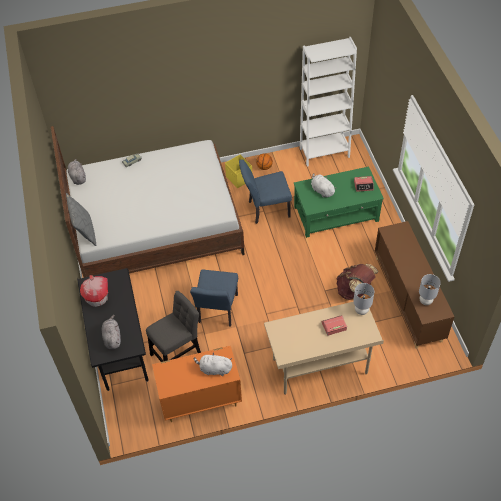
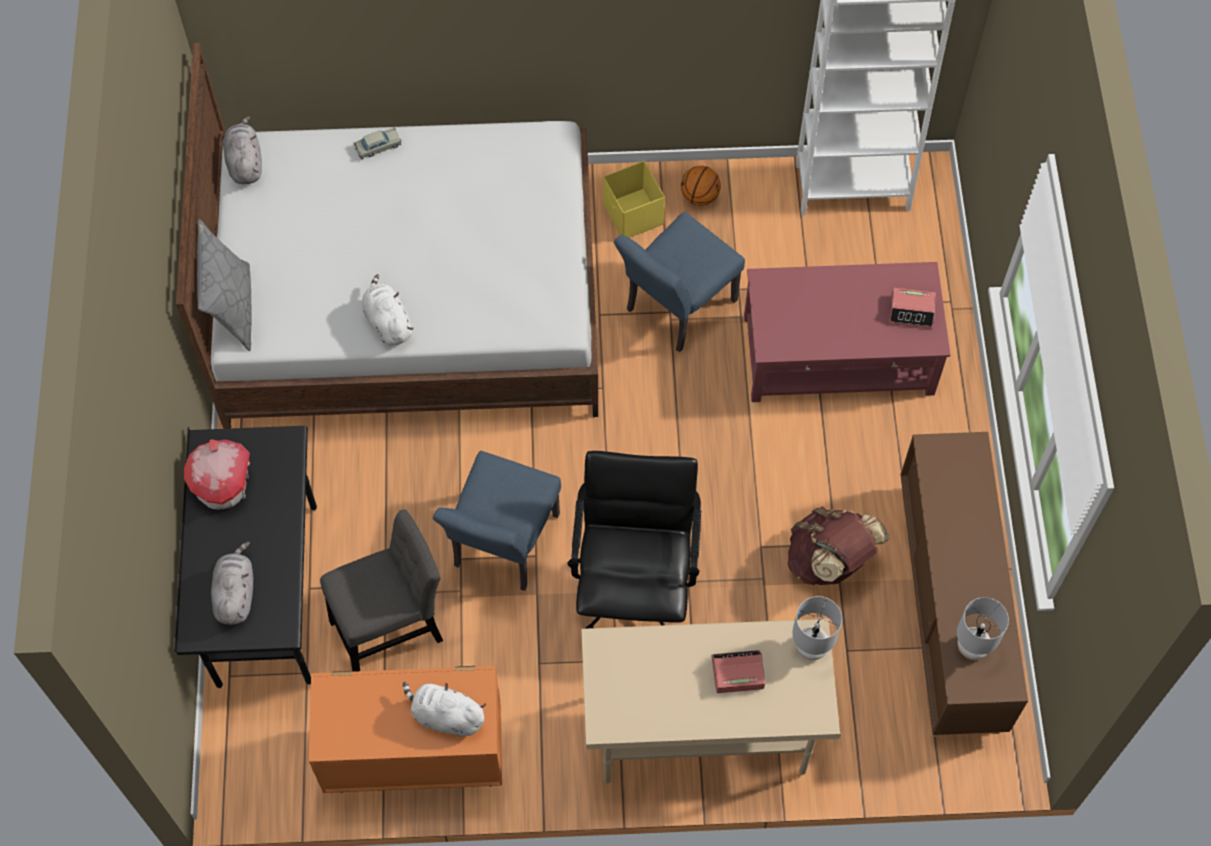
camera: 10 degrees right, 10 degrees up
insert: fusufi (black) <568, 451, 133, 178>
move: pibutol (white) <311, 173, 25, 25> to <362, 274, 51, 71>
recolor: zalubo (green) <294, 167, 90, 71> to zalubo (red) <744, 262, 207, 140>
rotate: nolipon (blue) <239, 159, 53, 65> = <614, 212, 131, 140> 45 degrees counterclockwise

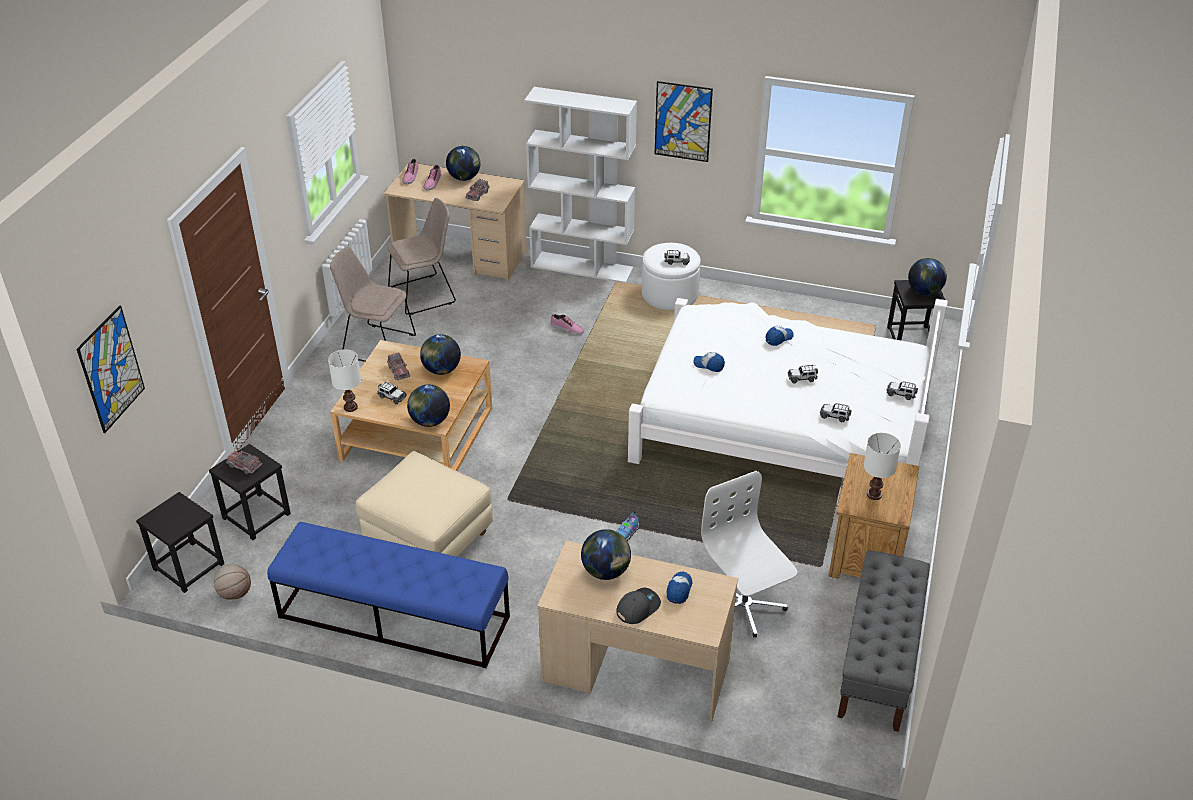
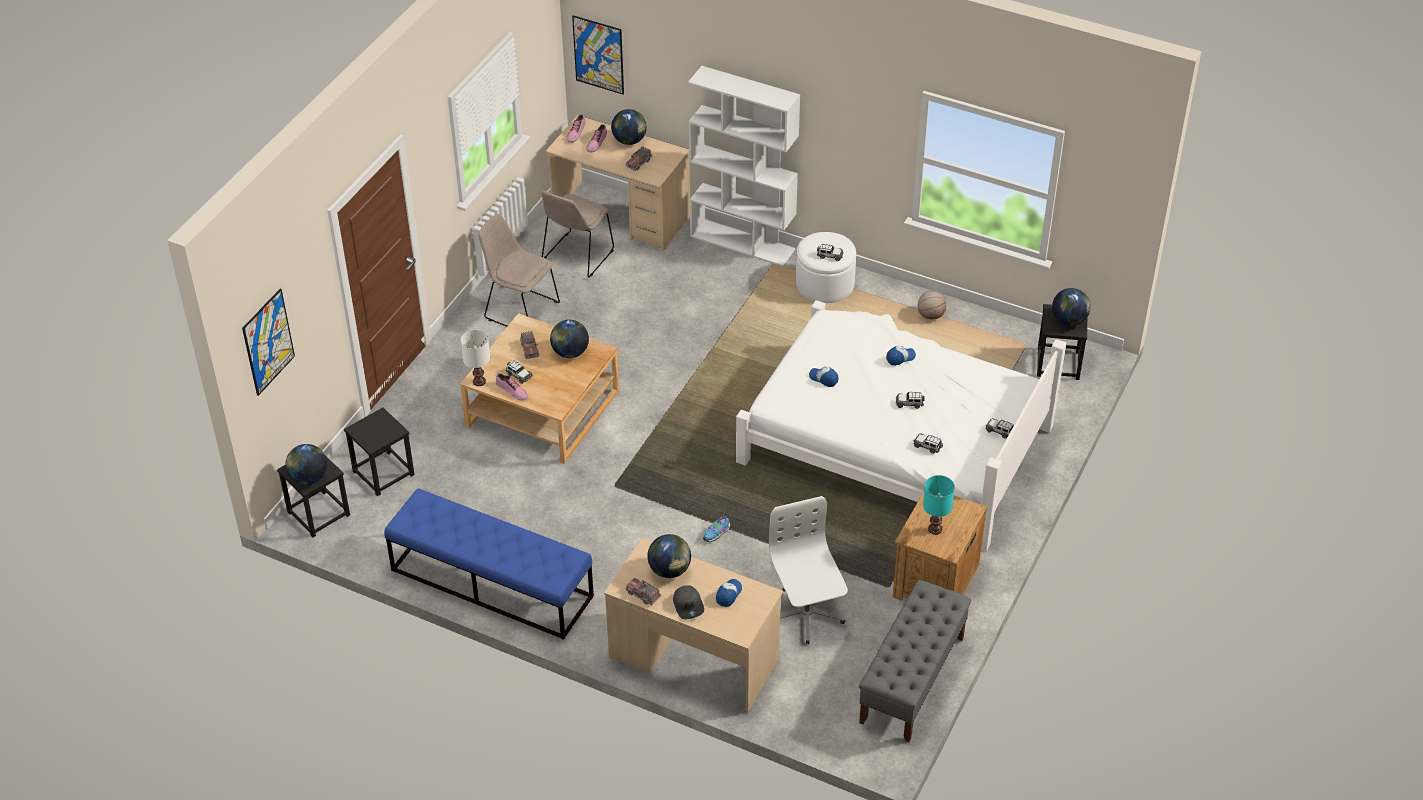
camera: 10 degrees right, 5 degrees up
delete: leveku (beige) <356, 451, 137, 106>
move: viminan <655, 81, 58, 81> to <572, 15, 52, 80>; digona <551, 314, 33, 21> to <496, 373, 32, 27>; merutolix <407, 384, 43, 43> to <285, 444, 42, 41>; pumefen <226, 451, 36, 23> to <626, 578, 35, 27>; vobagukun <213, 564, 38, 36> to <918, 291, 28, 28>
recolor: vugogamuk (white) <863, 433, 38, 67> to vugogamuk (turquoise) <923, 475, 32, 60>
rotate: nolipon (beige) <388, 198, 68, 117> = <541, 191, 73, 87> 135 degrees clockwise; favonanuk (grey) <616, 588, 45, 36> = <673, 585, 31, 34> 105 degrees clockwise

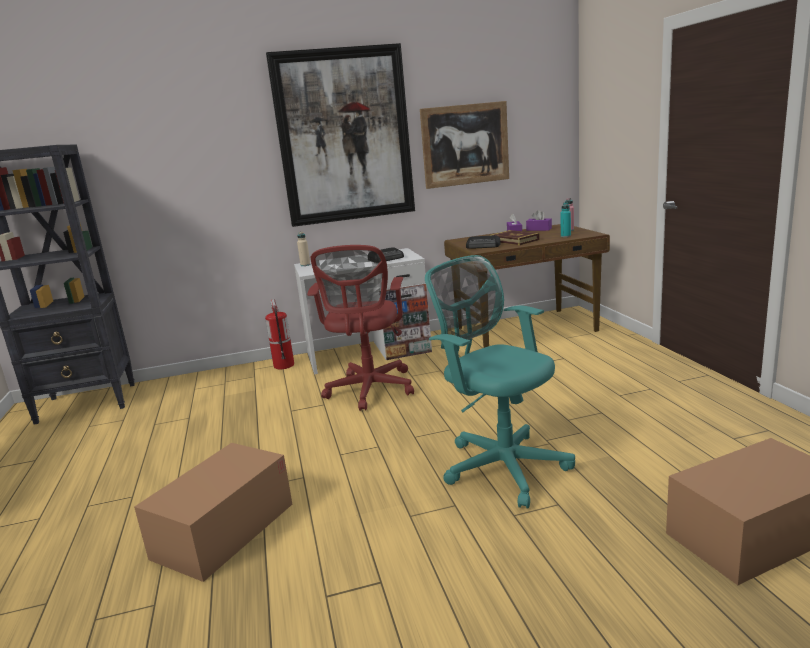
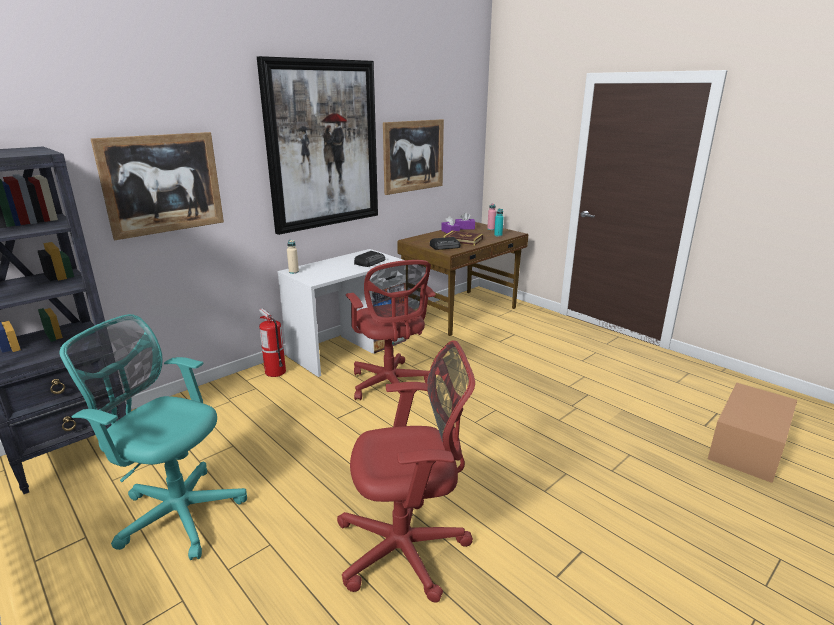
camera: 30 degrees left, 5 degrees up
insert: viminan <90, 132, 134, 108>
move: fusufi (turquoise) <425, 255, 150, 254> to <60, 314, 187, 246>
replace: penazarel <134, 443, 158, 139> to fusufi (red) <337, 340, 138, 263>

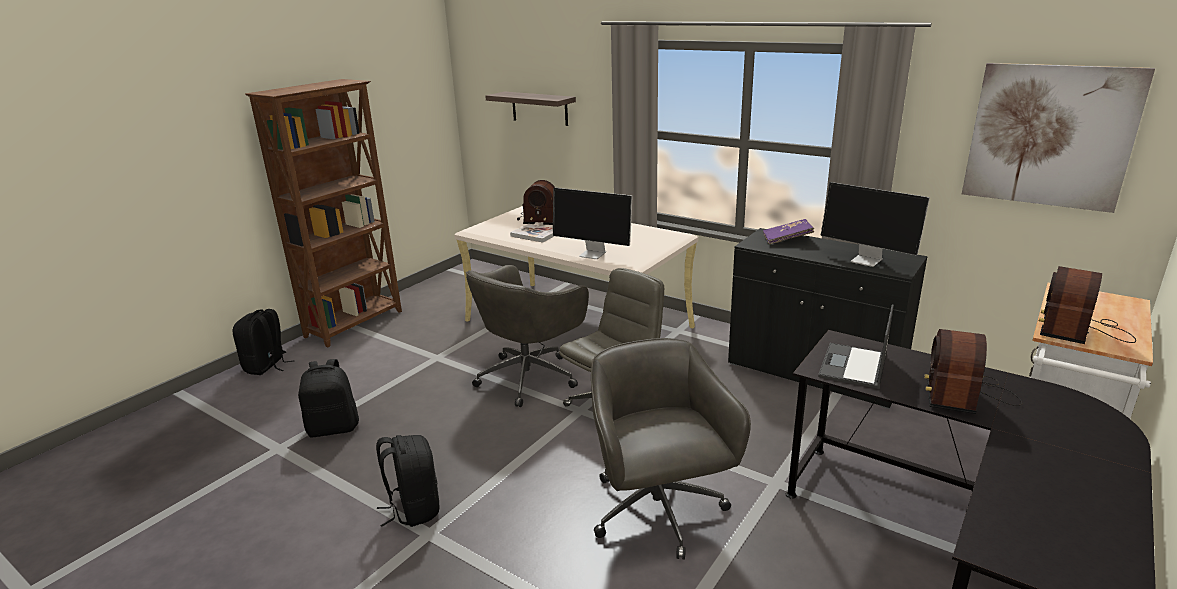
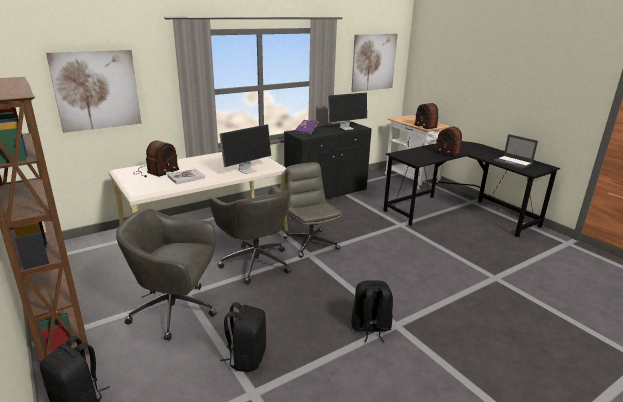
camera: 70 degrees left, 0 degrees up
move: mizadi <818, 304, 76, 85> to <493, 134, 45, 35>; fusufi (grey) <591, 338, 160, 222> to <116, 209, 101, 131>
replace: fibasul <485, 91, 91, 35> to viminan <46, 50, 96, 83>

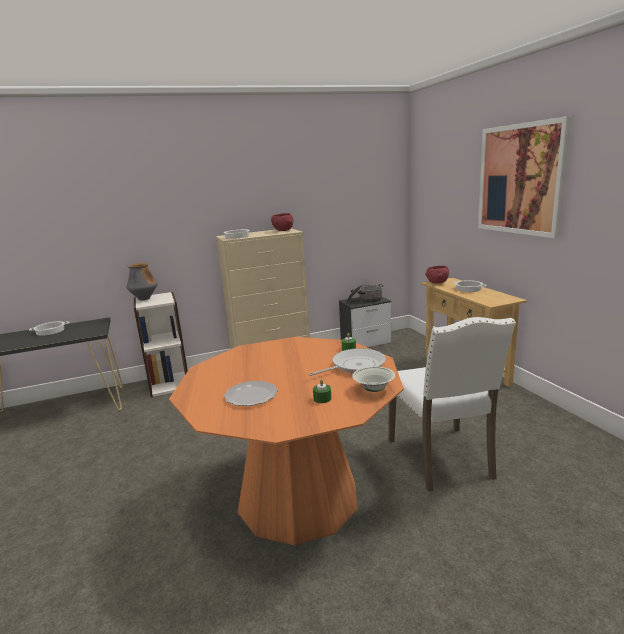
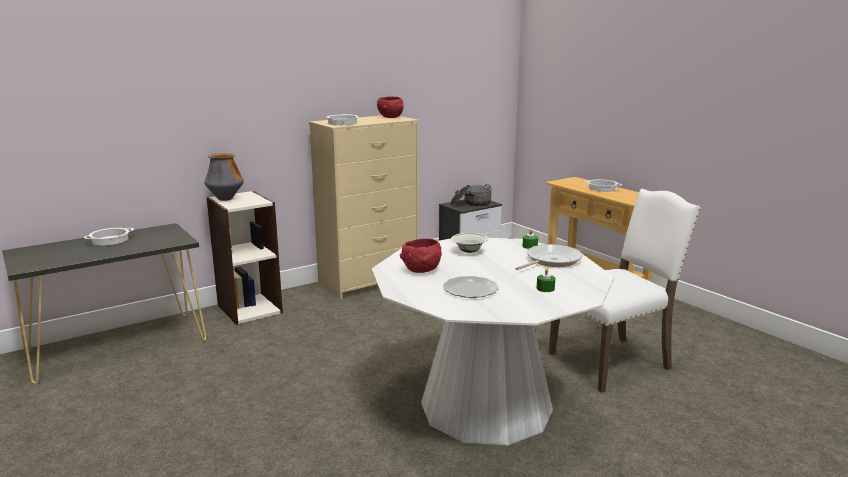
camera: 15 degrees left, 0 degrees up
delete: viminan <478, 116, 93, 122>
move: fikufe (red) <425, 266, 24, 18> to <400, 239, 42, 34>; fikufe (white) <352, 366, 43, 26> to <451, 233, 37, 20>
recolor: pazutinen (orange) <169, 337, 235, 208> to pazutinen (white) <372, 238, 242, 207>
rotate: nolipon (white) <389, 317, 127, 175> = <549, 189, 152, 203> 90 degrees counterclockwise

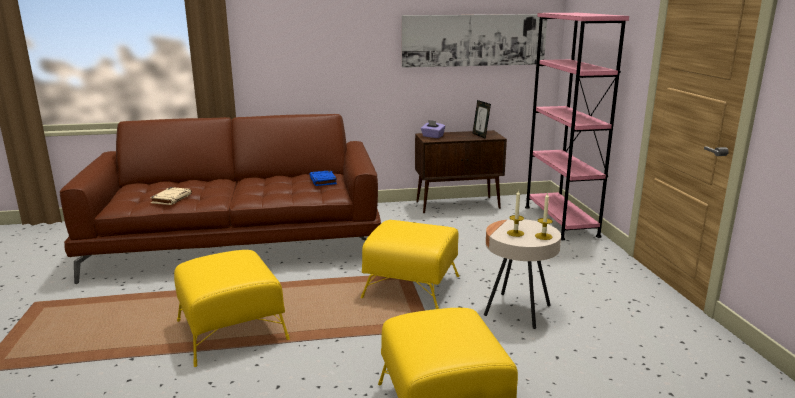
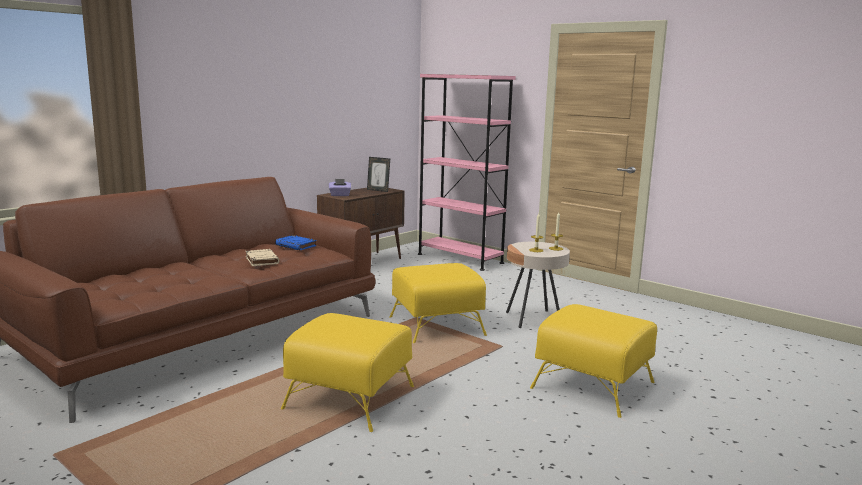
camera: 40 degrees left, 5 degrees down
delete: viminan <402, 14, 145, 54>
move: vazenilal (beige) <150, 187, 42, 18> to <245, 249, 35, 17>

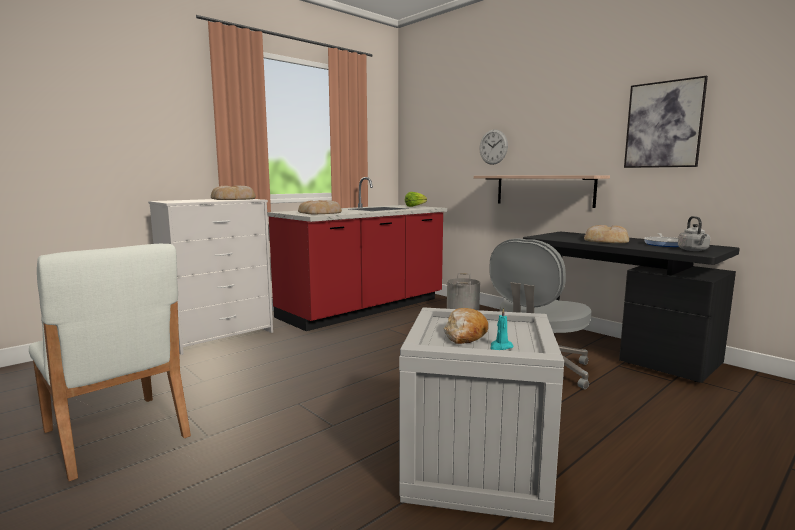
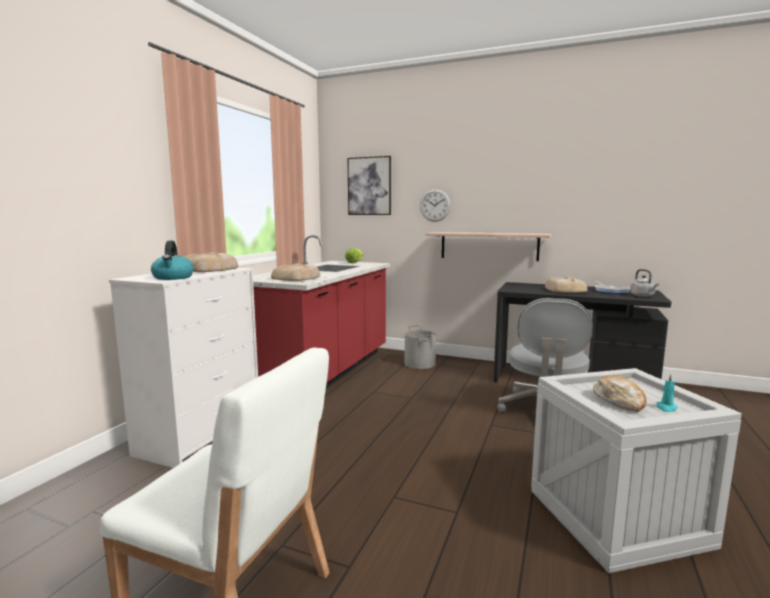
camera: 25 degrees left, 0 degrees up
insert: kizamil <151, 241, 43, 39>
move: viminan <624, 76, 84, 92> to <347, 156, 44, 59>

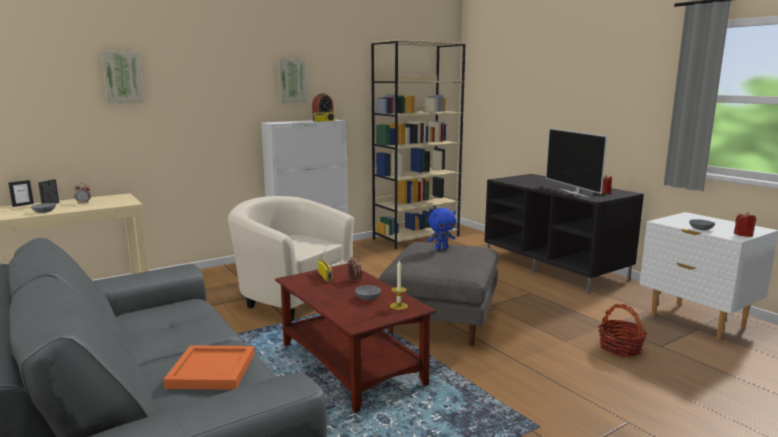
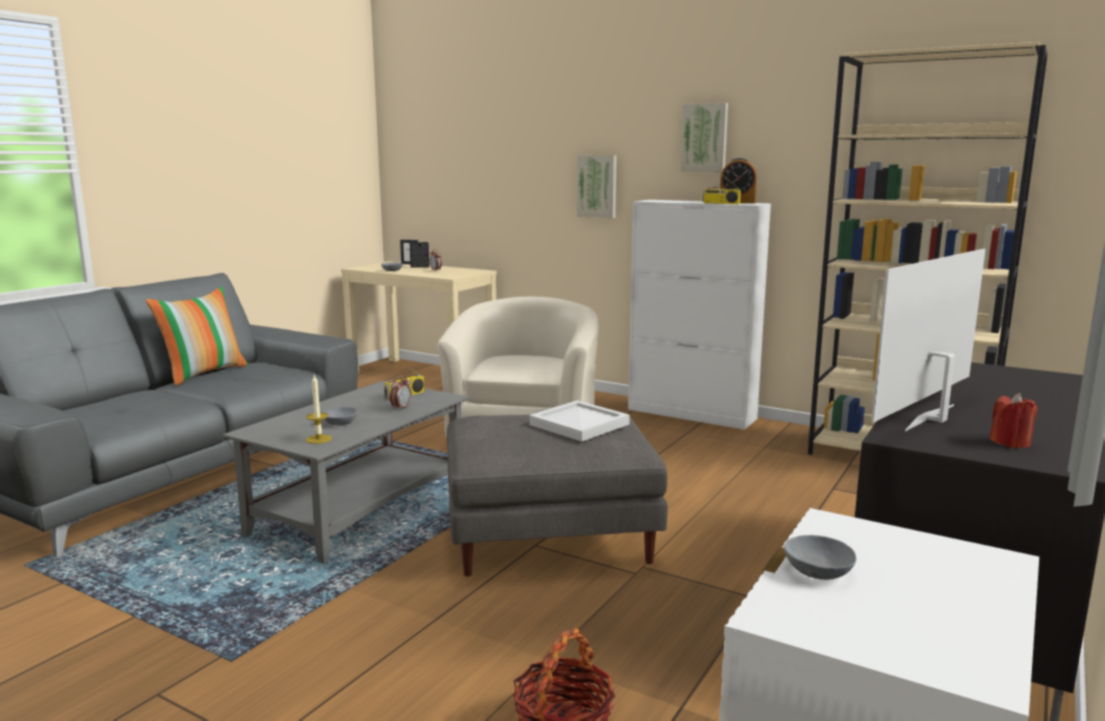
camera: 65 degrees right, 0 degrees up
delete: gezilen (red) <734, 212, 22, 25>; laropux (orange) <163, 345, 92, 45>
insert: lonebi <146, 286, 102, 100>
move: viminan <101, 52, 43, 51> to <577, 155, 40, 63>
replace: pibutol (blue) <428, 208, 28, 42> to laropux (white) <529, 400, 101, 42>
recolor: zalubo (brown) <275, 264, 162, 149> to zalubo (grey) <223, 381, 245, 183>

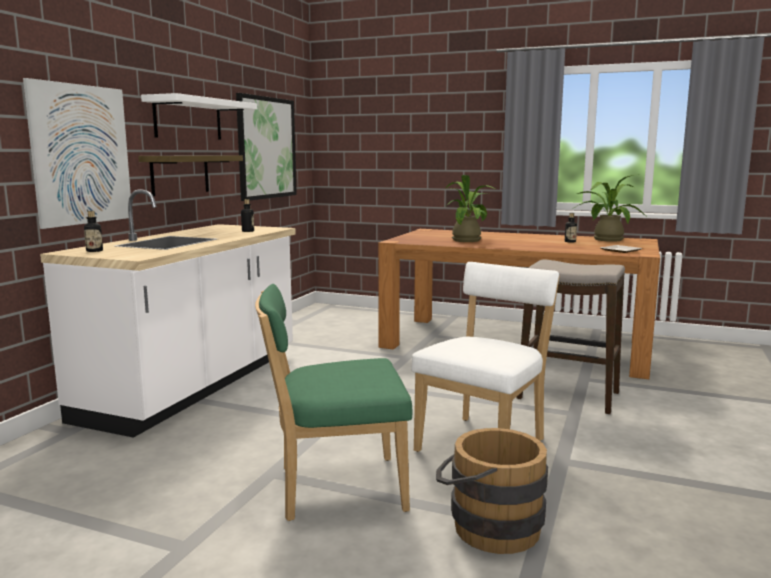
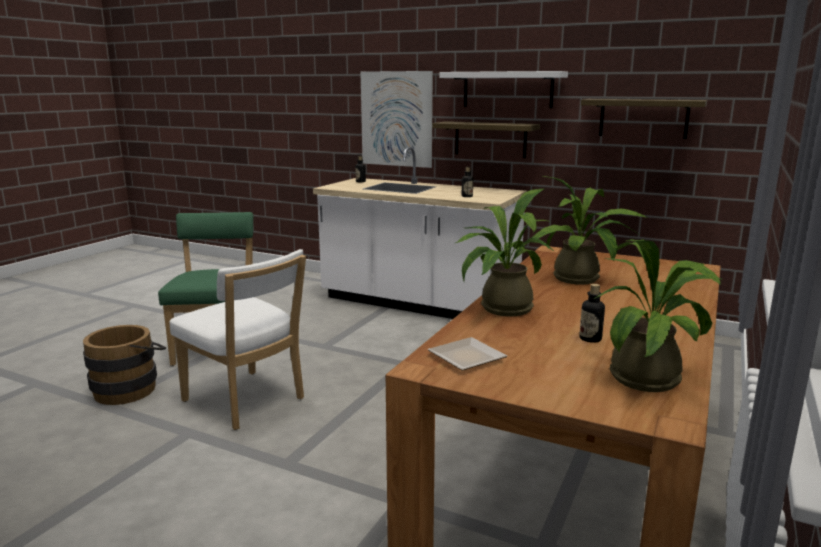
camera: 95 degrees right, 5 degrees up
delete: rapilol <517, 259, 108, 156>
insert: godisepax <455, 189, 100, 128>
replace: viminan <236, 93, 61, 108> to fibasul <581, 99, 126, 40>

